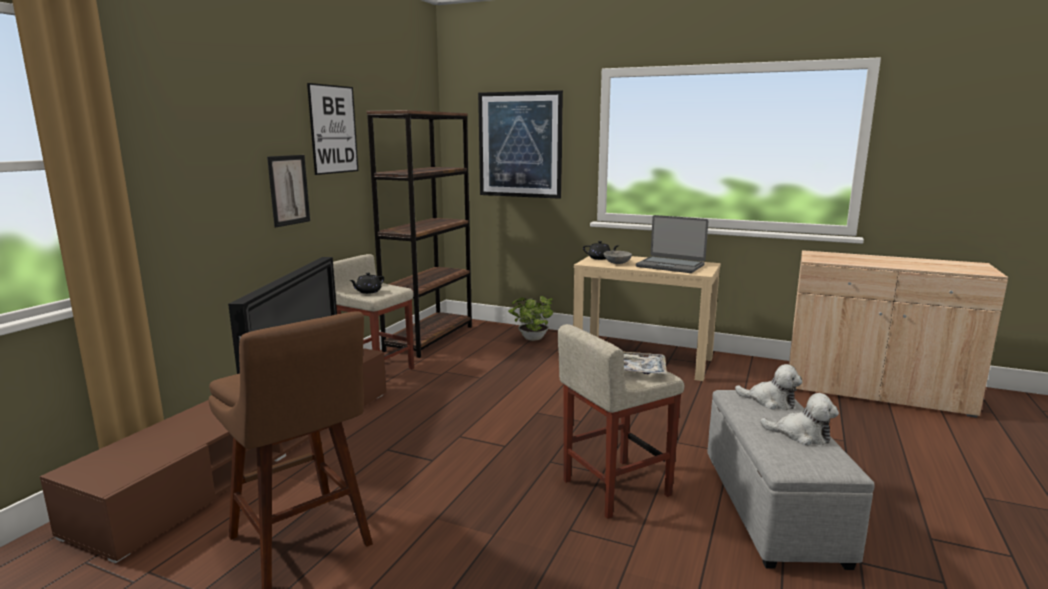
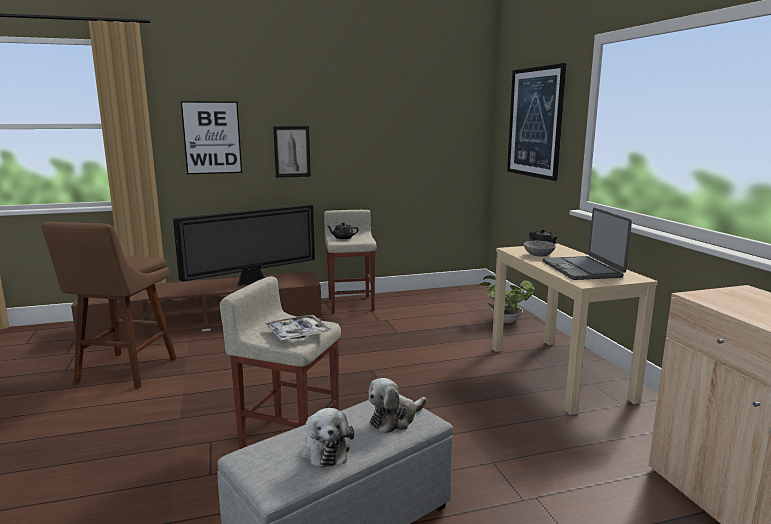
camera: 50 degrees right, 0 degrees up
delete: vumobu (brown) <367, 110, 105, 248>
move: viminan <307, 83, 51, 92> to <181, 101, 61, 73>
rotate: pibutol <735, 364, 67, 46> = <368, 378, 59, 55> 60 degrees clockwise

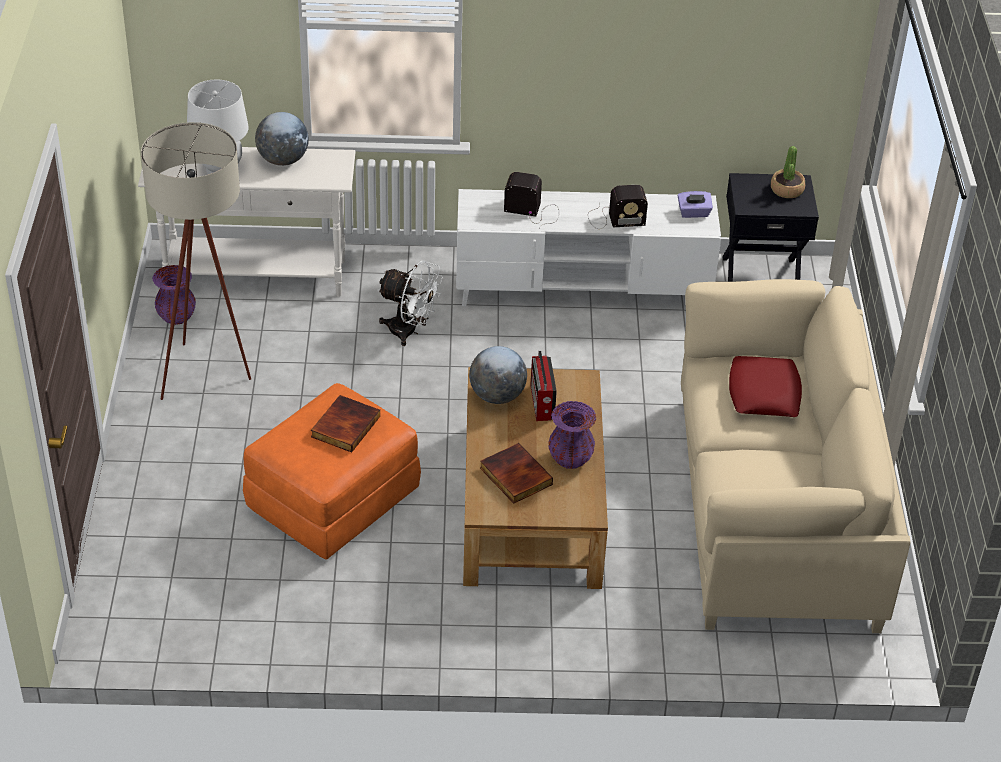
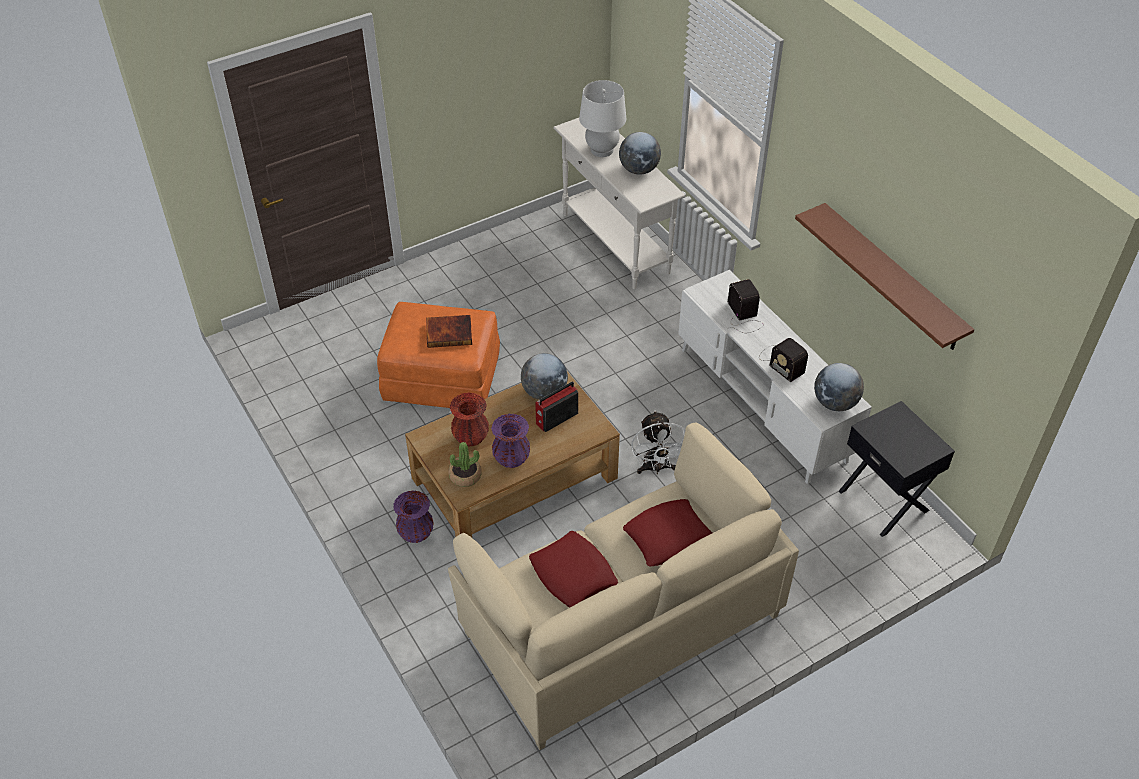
camera: 60 degrees right, 5 degrees up
delete: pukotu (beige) <141, 122, 110, 278>
insert: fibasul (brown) <795, 203, 179, 147>; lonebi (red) <529, 531, 89, 76>
move: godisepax <771, 146, 34, 52> to <448, 442, 33, 45>; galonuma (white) <378, 261, 65, 85> to <631, 410, 54, 64>; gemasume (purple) <152, 265, 44, 60> to <393, 490, 41, 53>
replace: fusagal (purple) <678, 191, 35, 27> to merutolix <814, 363, 50, 48>; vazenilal <480, 443, 73, 61> to gemasume (red) <450, 392, 39, 55>

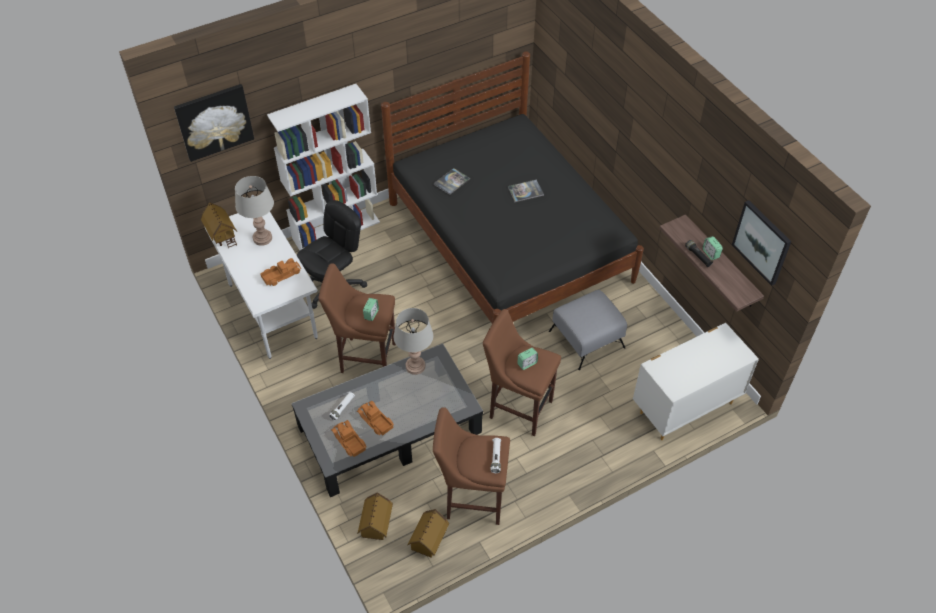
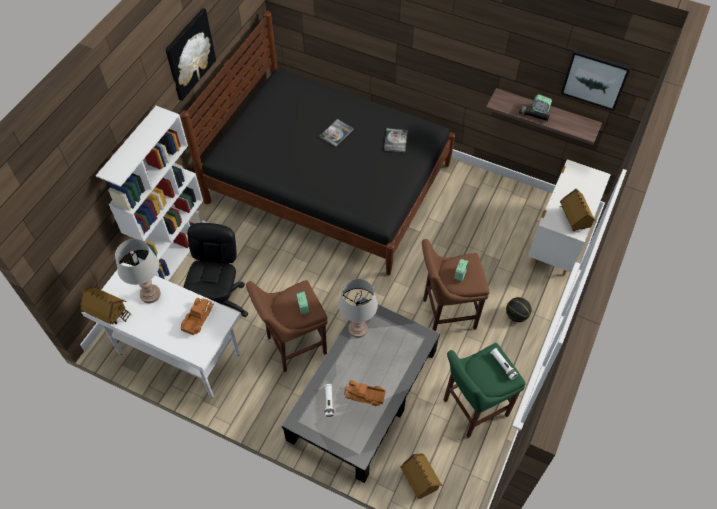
camera: 35 degrees left, 5 degrees up
delete: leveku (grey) <549, 290, 78, 80>; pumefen <331, 420, 36, 37>
insert: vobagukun <506, 297, 25, 25>
move: viminan <174, 84, 80, 78> to <165, 8, 51, 93>; vazenilal <433, 168, 37, 27> to <384, 128, 24, 24>; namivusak <407, 509, 42, 49> to <560, 189, 36, 42>
recolor: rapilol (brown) <433, 407, 77, 118> to rapilol (green) <444, 343, 82, 95>

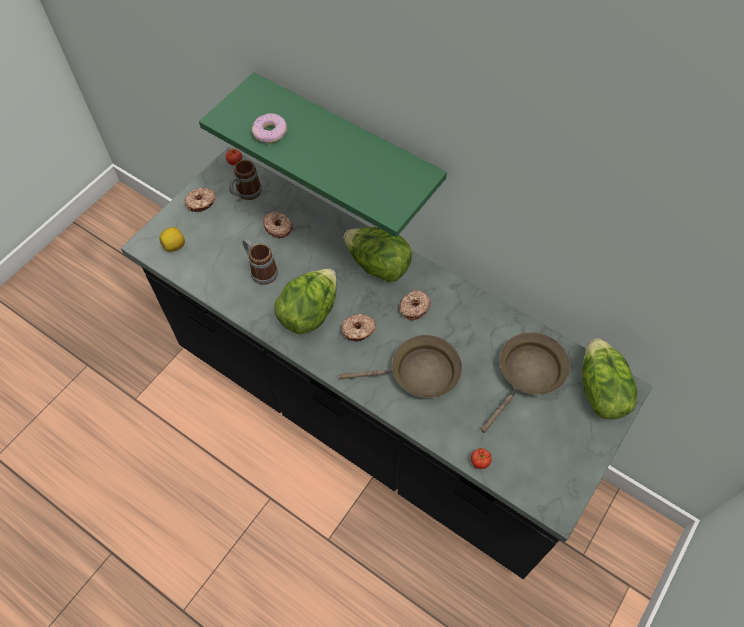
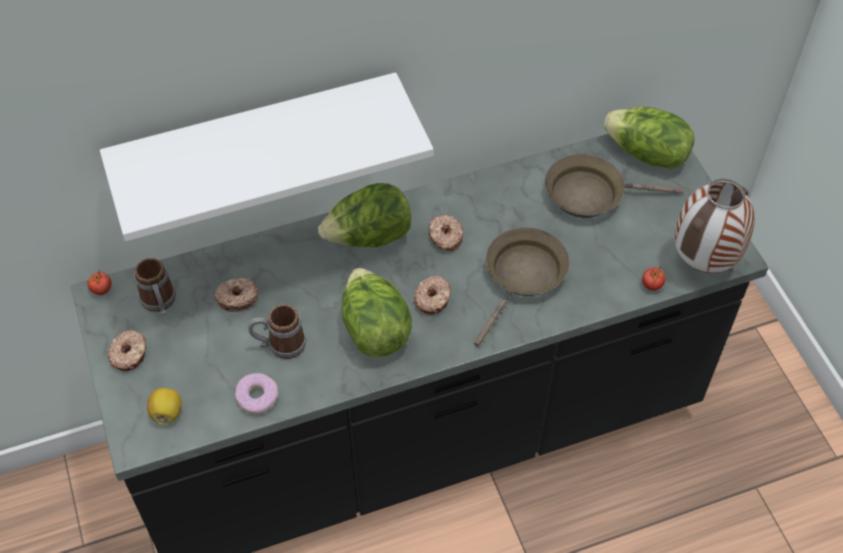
camera: 55 degrees left, 5 degrees down
insert: gemasume <674, 179, 81, 94>
move: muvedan <252, 113, 35, 30> to <235, 373, 44, 41>
recolor: fibasul (green) <199, 72, 248, 165> to fibasul (white) <100, 72, 333, 169>
rotate: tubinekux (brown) <481, 332, 89, 101> = <545, 154, 139, 64> 75 degrees counterclockwise

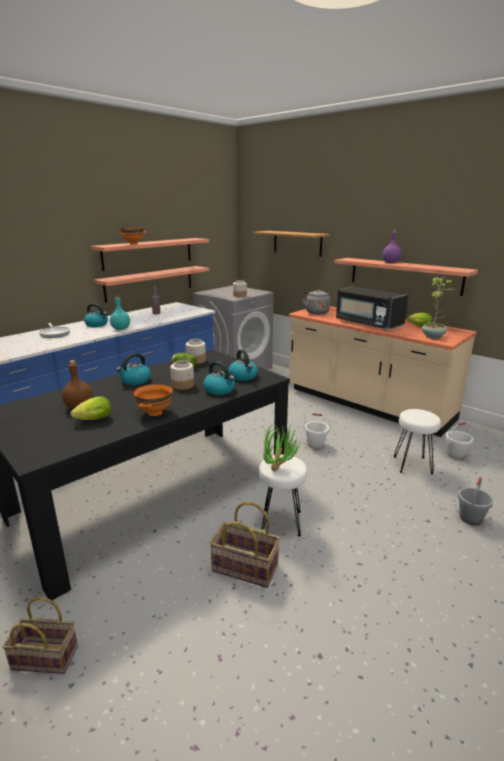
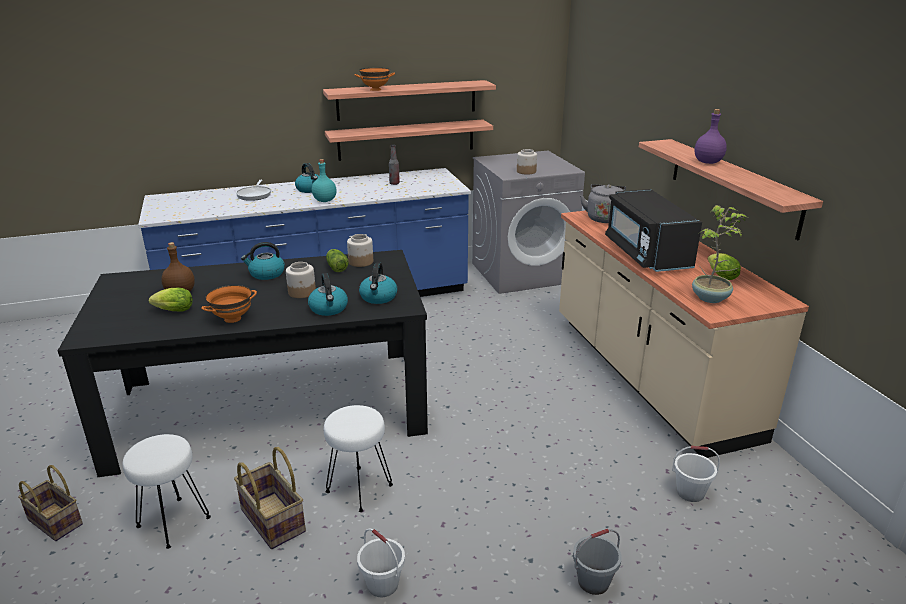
camera: 30 degrees right, 5 degrees up
delete: fibasul <253, 231, 77, 26>; godisepax <263, 423, 39, 48>
move: rapilol (white) <394, 409, 47, 65> to <123, 434, 88, 115>; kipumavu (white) <304, 413, 26, 36> to <357, 529, 48, 69>

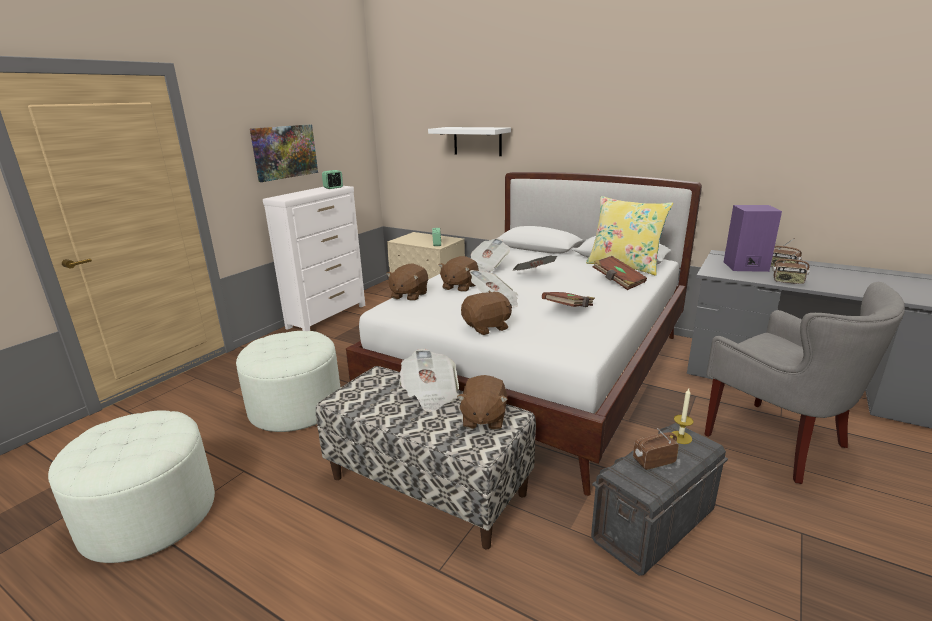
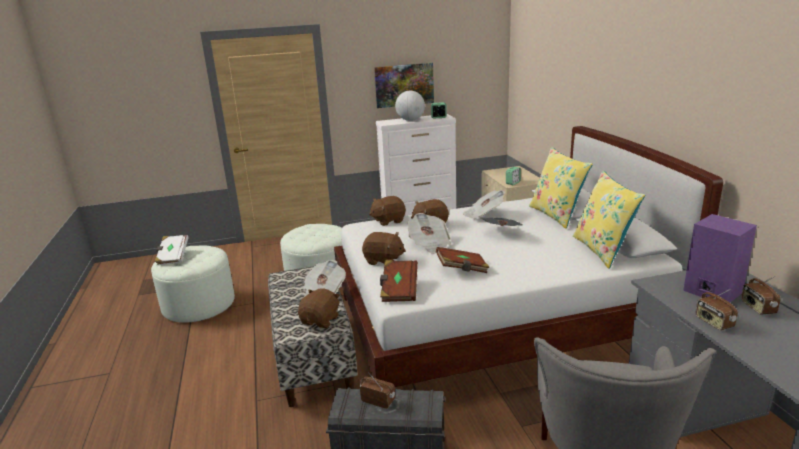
camera: 45 degrees right, 0 degrees up
delete: fibasul (white) <428, 127, 83, 29>; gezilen <670, 388, 24, 56>
insert: merutolix <395, 91, 30, 30>; lonebi (yellow) <529, 147, 64, 82>; vazenilal (white) <154, 235, 35, 30>
move: vazenilal (brown) <593, 256, 54, 34> to <380, 260, 38, 42>
rotate: pibutol (brown) <457, 375, 51, 55> = <298, 288, 42, 40> 150 degrees clockwise

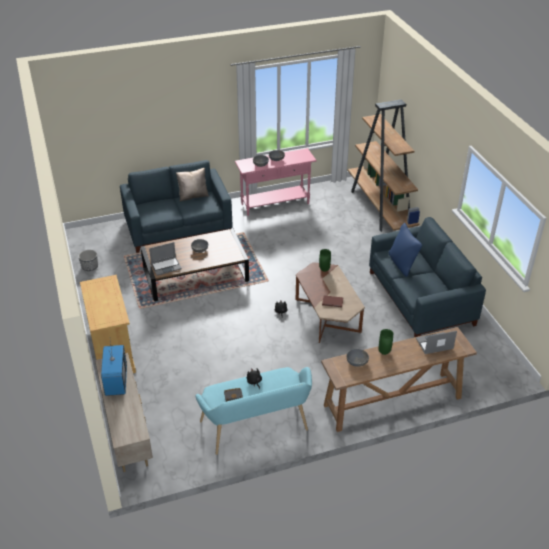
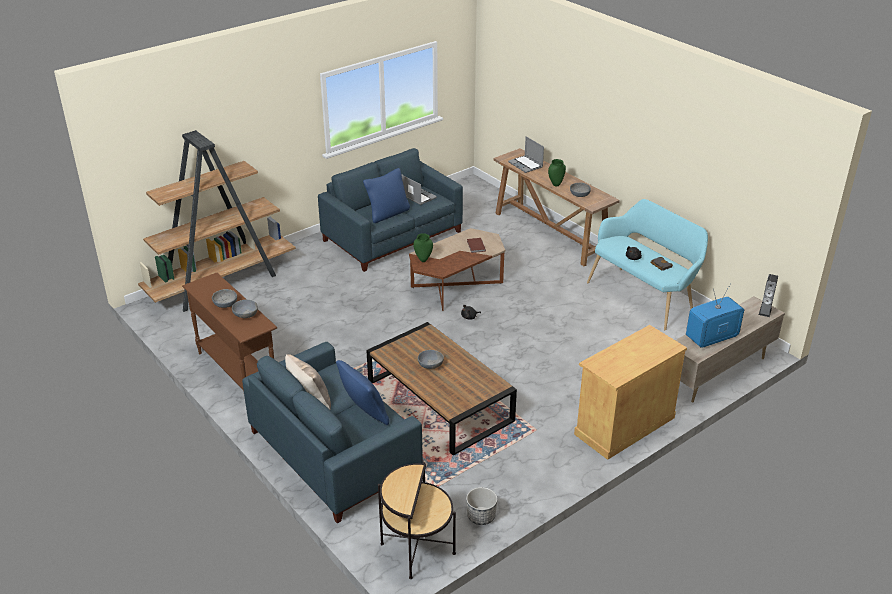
camera: 110 degrees left, 5 degrees down
insert: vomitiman <759, 274, 19, 43>; lonebi (blue) <336, 360, 53, 65>; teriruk <378, 462, 78, 117>
move: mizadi <149, 242, 33, 34> to <401, 174, 36, 31>
recolor: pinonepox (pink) <235, 148, 82, 68> to pinonepox (brown) <182, 273, 95, 118>

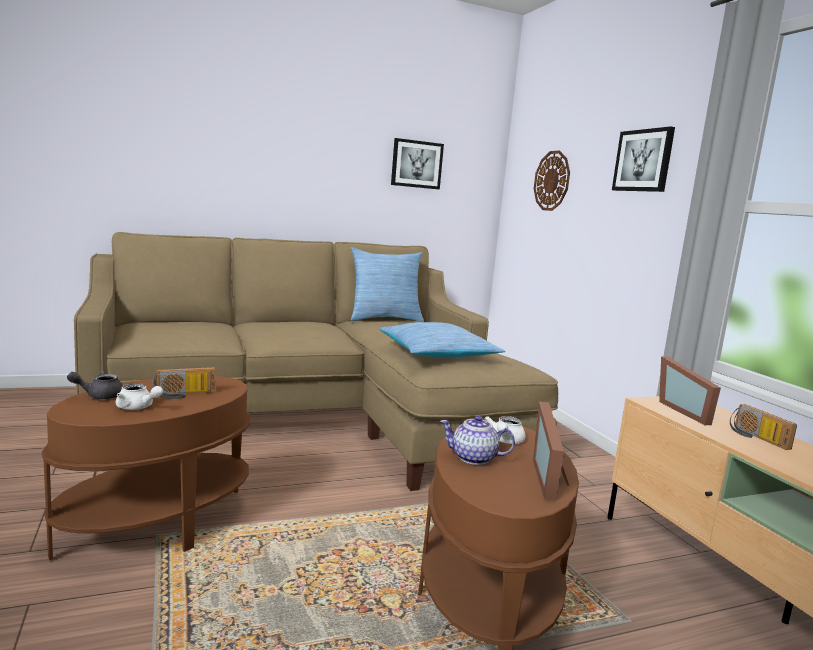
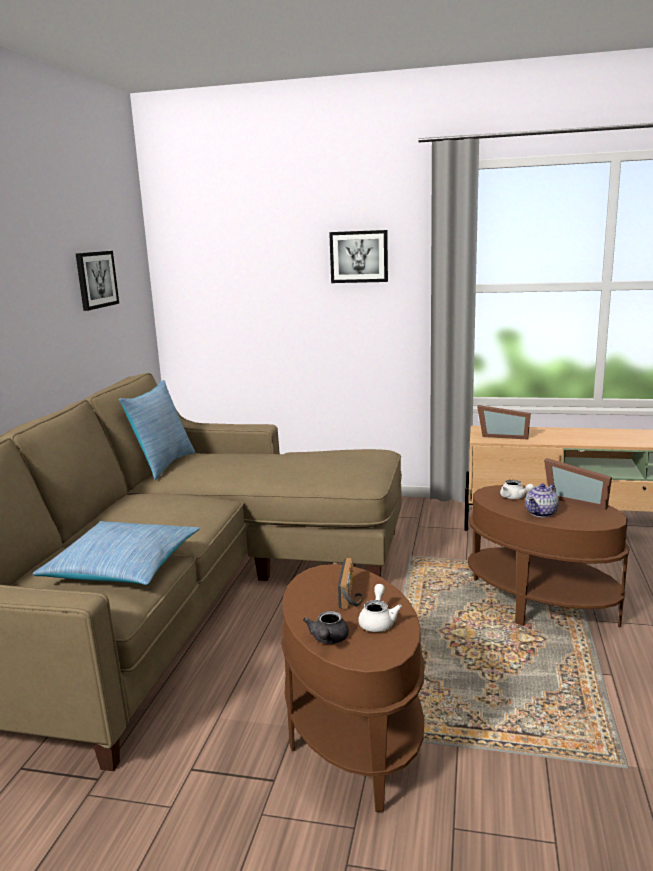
camera: 55 degrees left, 5 degrees up
delete: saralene <534, 151, 36, 60>; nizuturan <730, 404, 67, 46>
move: lonebi <379, 322, 126, 36> to <33, 521, 167, 64>
rotate: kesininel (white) <116, 383, 47, 27> = <358, 584, 44, 48> 45 degrees counterclockwise

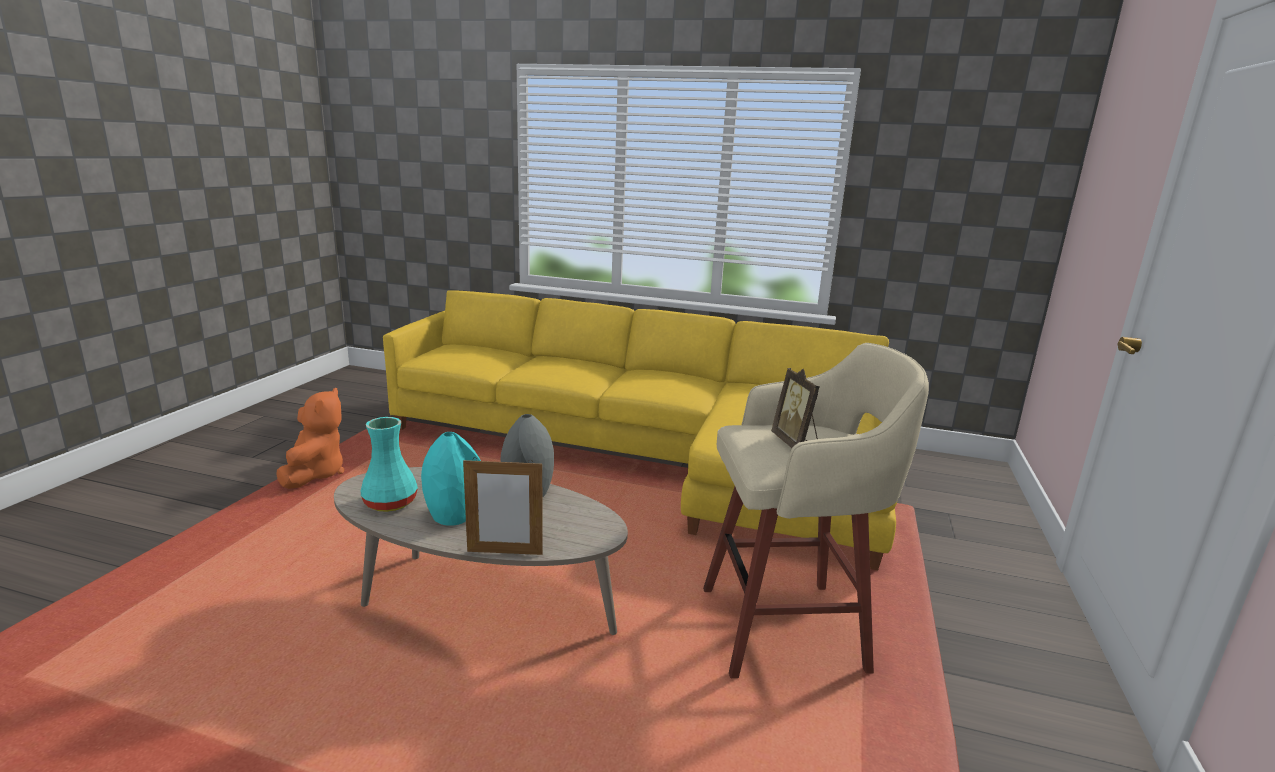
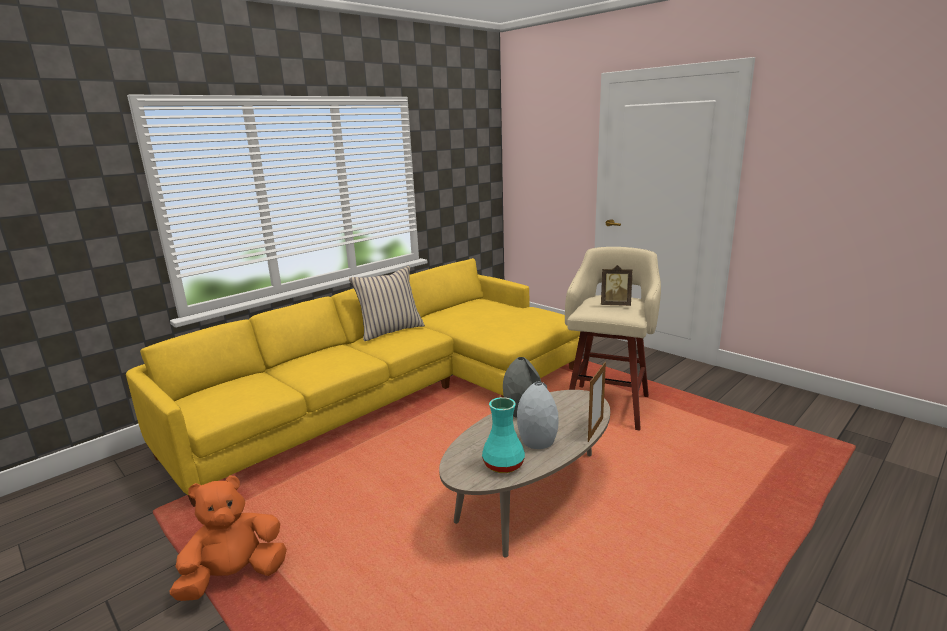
camera: 60 degrees left, 0 degrees up
insert: lonebi (beige) <349, 266, 76, 75>
recolor: gemasume (turquoise) <421, 432, 60, 94> to gemasume (grey) <517, 382, 41, 67>
rotate: pibutol (orange) <276, 388, 69, 101> = <170, 475, 117, 126> 60 degrees counterclockwise

